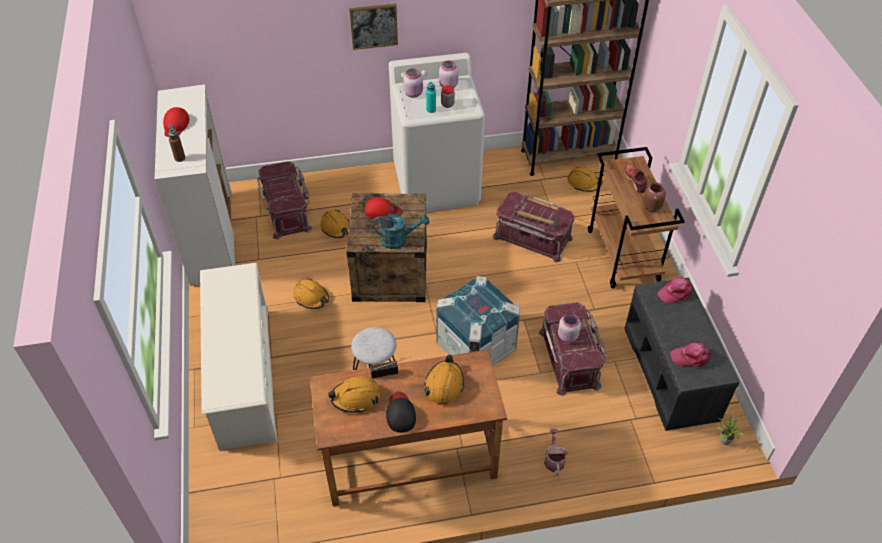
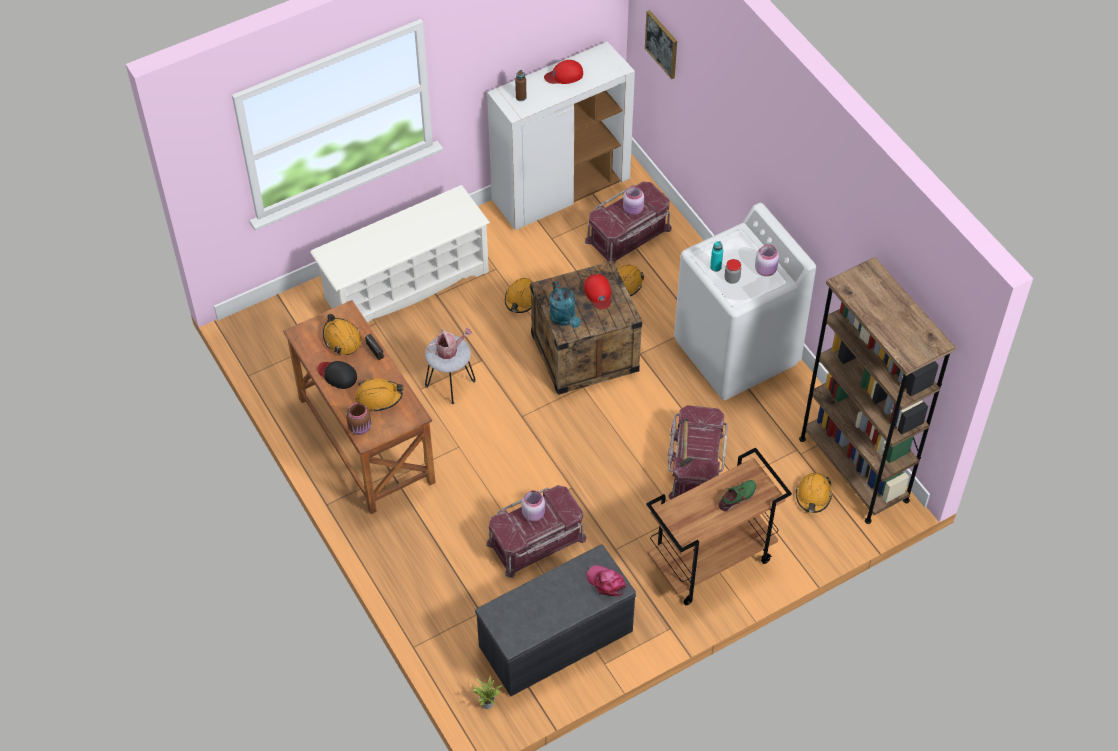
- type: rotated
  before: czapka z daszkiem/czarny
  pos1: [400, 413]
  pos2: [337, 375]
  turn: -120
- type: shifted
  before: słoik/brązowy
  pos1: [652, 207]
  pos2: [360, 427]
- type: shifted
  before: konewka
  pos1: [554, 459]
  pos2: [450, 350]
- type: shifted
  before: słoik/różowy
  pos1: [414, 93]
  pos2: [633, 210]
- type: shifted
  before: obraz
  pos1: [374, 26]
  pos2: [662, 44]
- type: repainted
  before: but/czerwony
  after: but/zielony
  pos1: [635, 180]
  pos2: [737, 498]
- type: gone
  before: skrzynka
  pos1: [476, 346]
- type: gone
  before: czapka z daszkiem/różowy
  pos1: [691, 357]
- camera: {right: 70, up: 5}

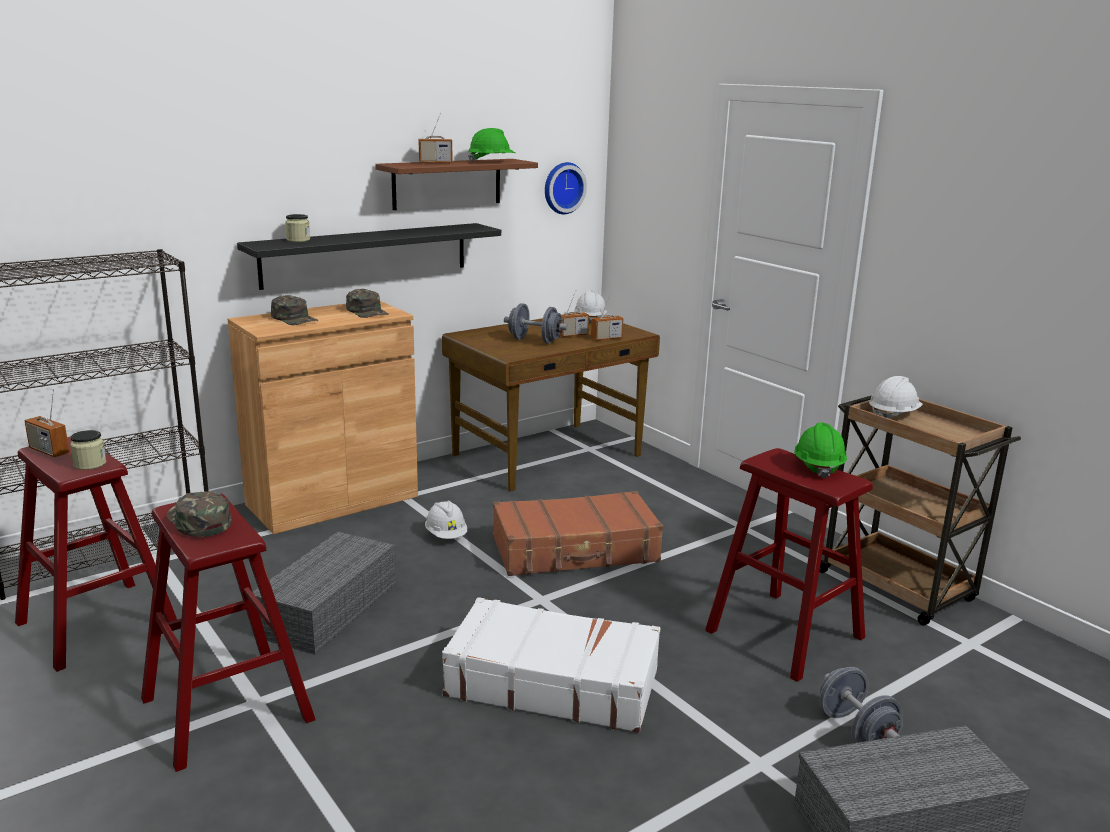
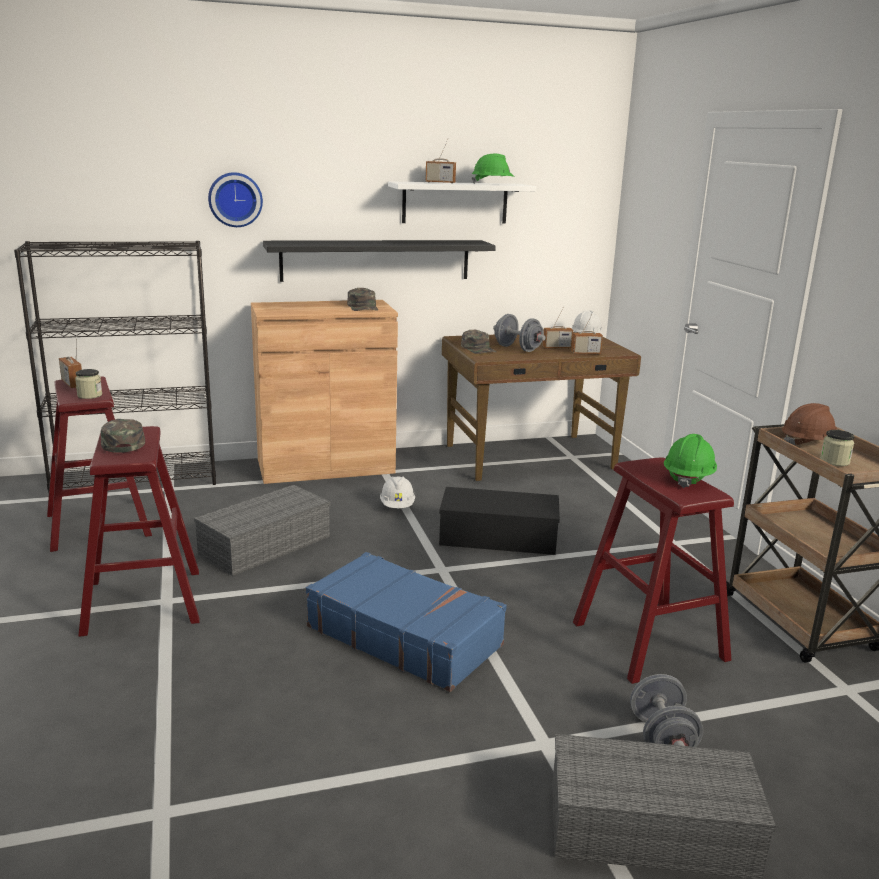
- type: shifted
  before: zegar ścienny
  pos1: [562, 188]
  pos2: [235, 199]
- type: repainted
  before: walizka/biały
  after: walizka/niebieski
  pos1: [552, 682]
  pos2: [404, 635]
- type: repainted
  before: półka/brązowy
  after: półka/biały
  pos1: [447, 183]
  pos2: [455, 203]
- type: swapped
  before: walizka/brązowy
  after: pojemnik do przechowywania/czarny
  pos1: [576, 550]
  pos2: [500, 536]
- type: shifted
  before: czapka z daszkiem/zielony
  pos1: [294, 318]
  pos2: [478, 349]
- type: repainted
  before: kask/biały
  after: kask/brązowy
  pos1: [893, 415]
  pos2: [808, 443]
- type: shifted
  before: słoik
  pos1: [298, 240]
  pos2: [834, 461]
- camera: {right: 20, up: 0}

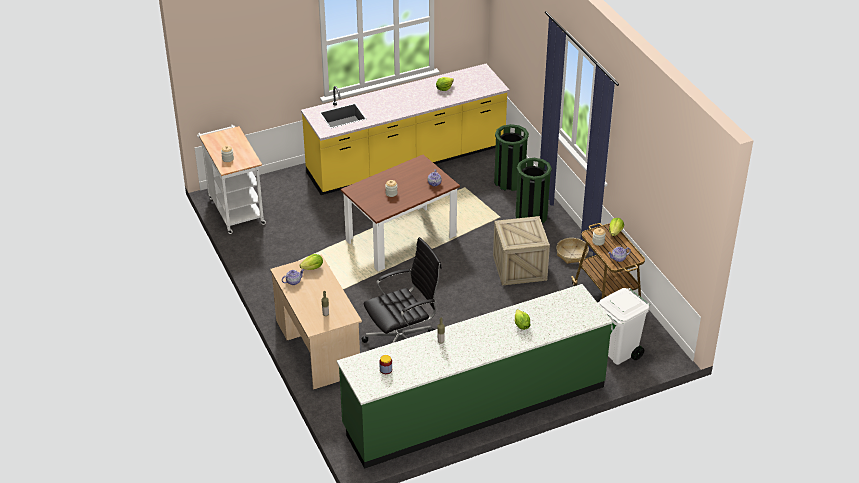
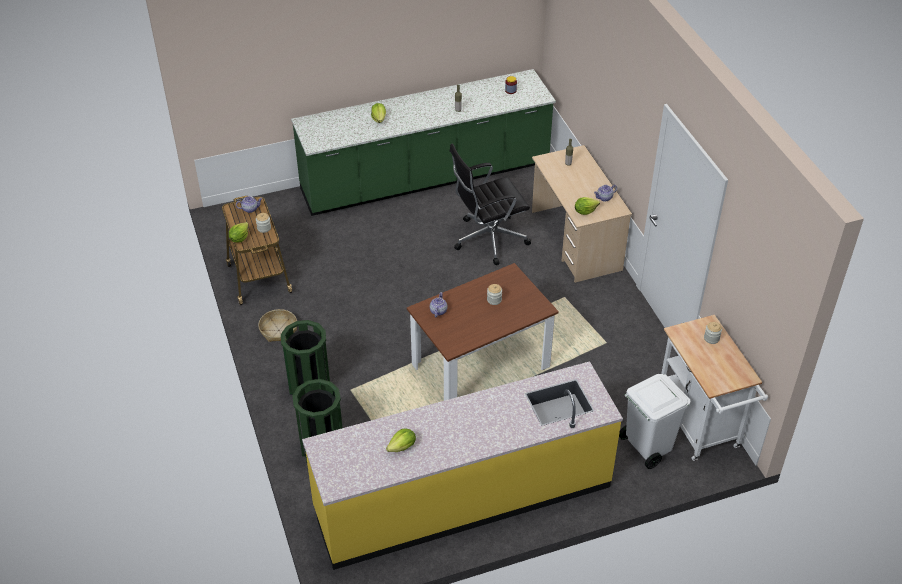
- type: shifted
  before: kosz na śmieci/biały
  pos1: [618, 352]
  pos2: [647, 446]
- type: gone
  before: skrzynka
  pos1: [519, 268]
- camera: {right: -175, up: 5}

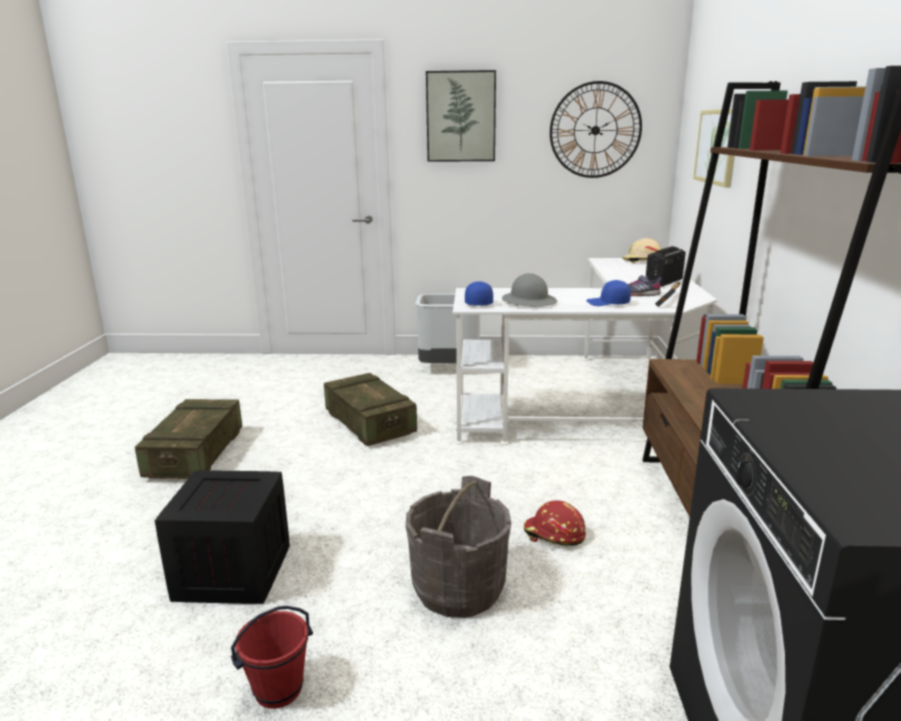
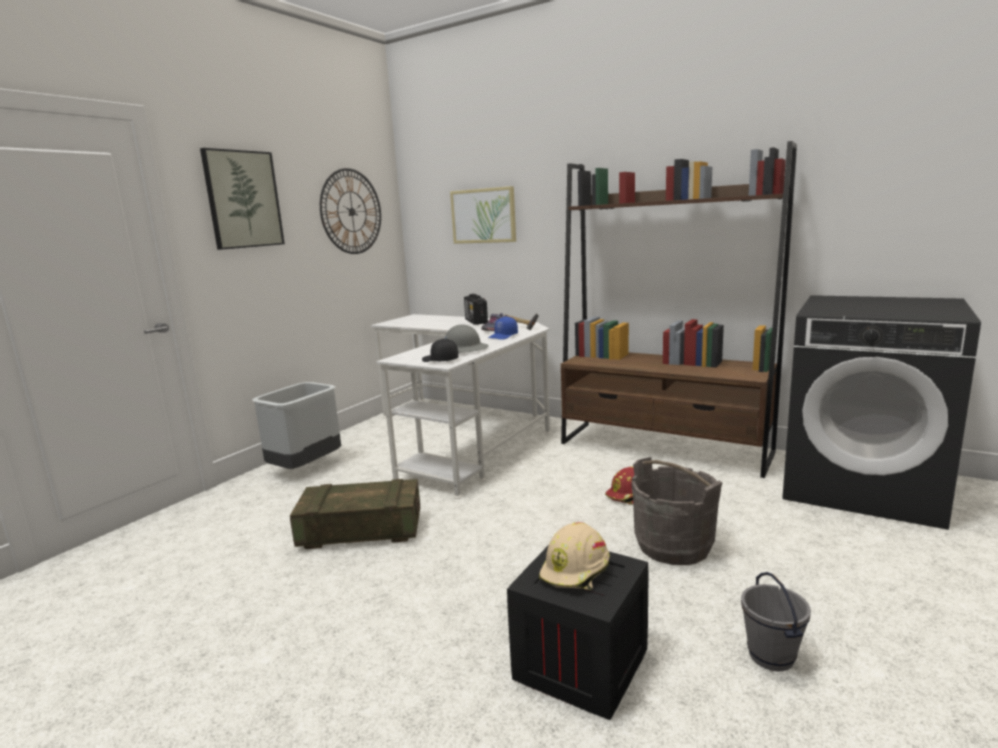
- type: repainted
  before: czapka z daszkiem/niebieski
  after: czapka z daszkiem/czarny
  pos1: [478, 303]
  pos2: [439, 360]
- type: shifted
  before: kask/beżowy
  pos1: [642, 261]
  pos2: [576, 571]
- type: repainted
  before: wiadro/czerwony
  after: wiadro/szary
  pos1: [279, 690]
  pos2: [772, 656]
- type: gone
  before: skrzynka
  pos1: [195, 455]
- camera: {right: -60, up: -5}

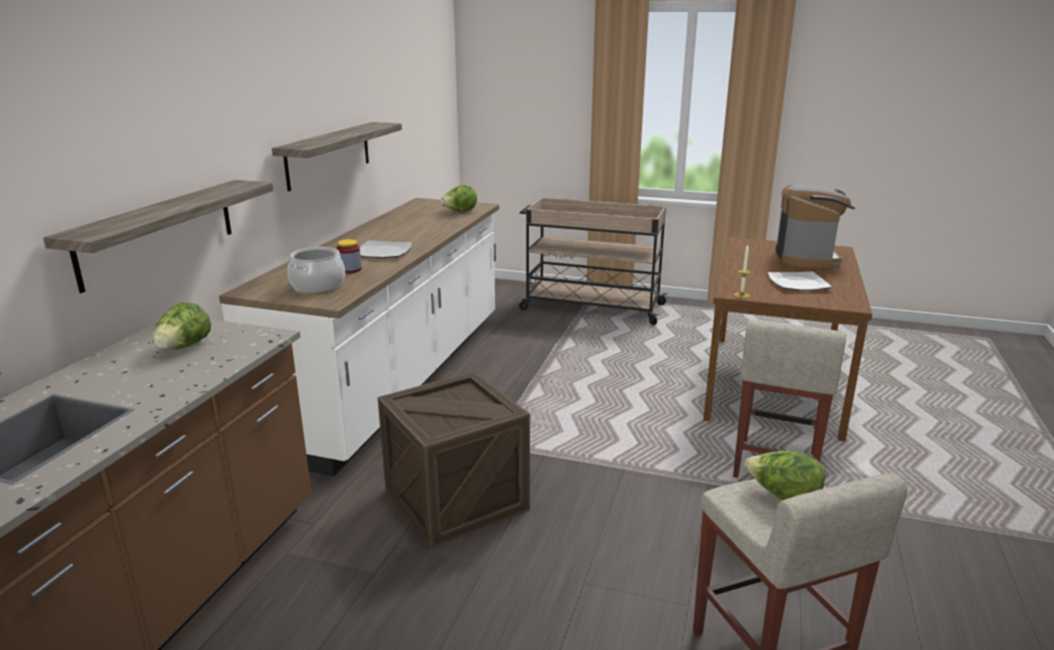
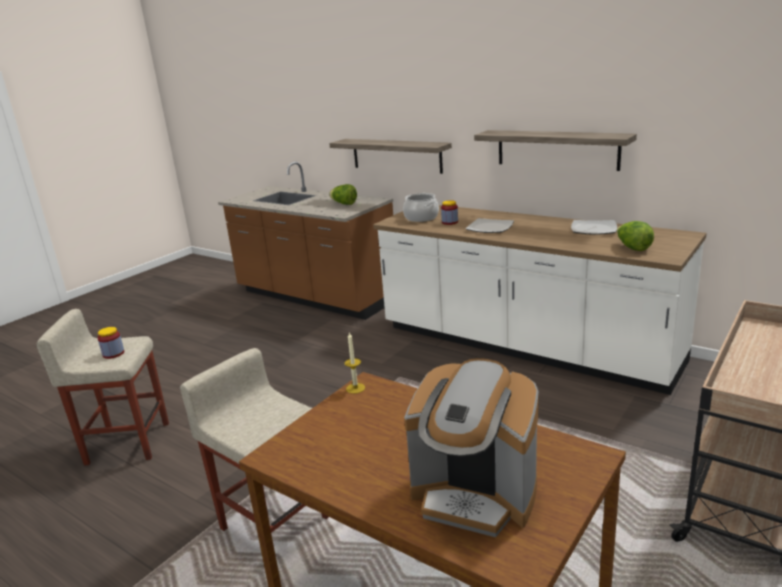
- type: swapped
  before: sałata
  after: słoik
  pos1: [783, 497]
  pos2: [113, 354]
- type: shifted
  before: talerz
  pos1: [797, 283]
  pos2: [594, 229]
- type: gone
  before: skrzynka
  pos1: [456, 499]
- camera: {right: 110, up: 0}

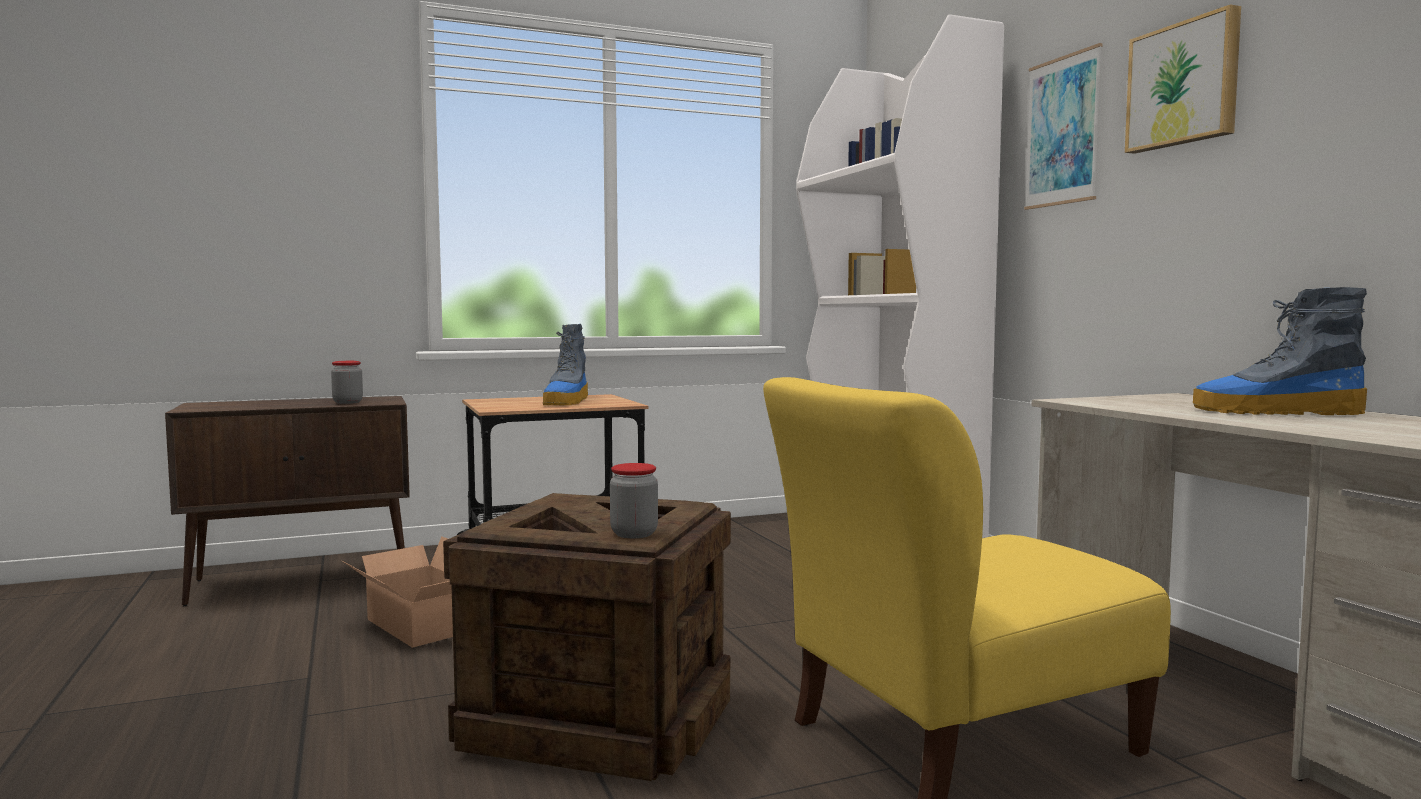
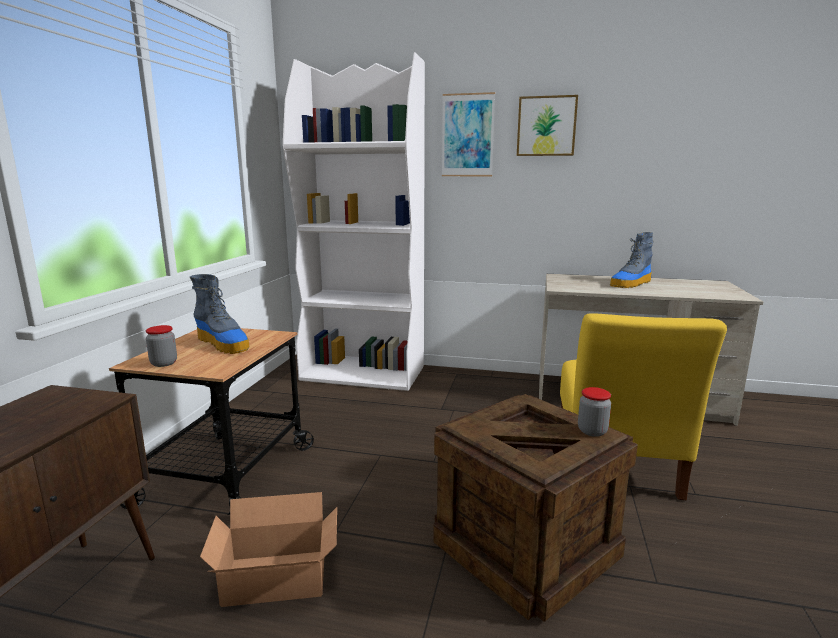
- type: shifted
  before: słoik
  pos1: [347, 402]
  pos2: [164, 363]
- camera: {right: -55, up: 10}

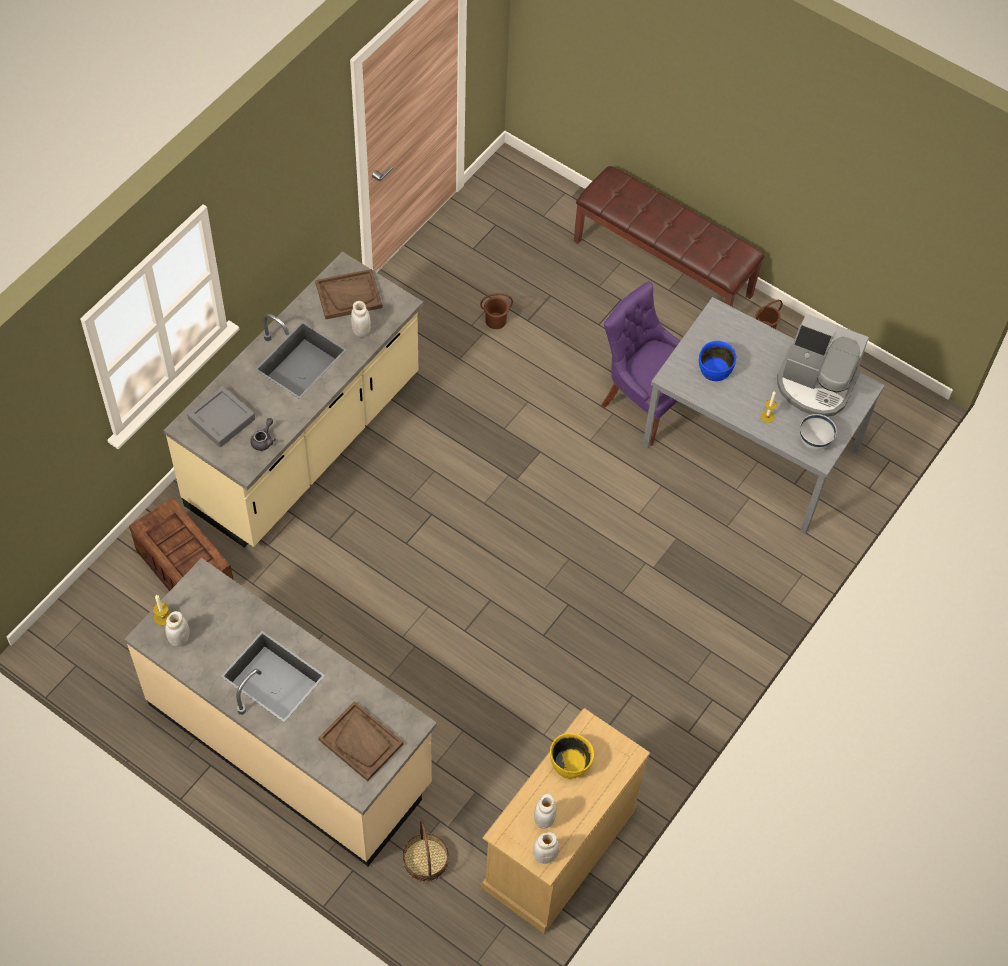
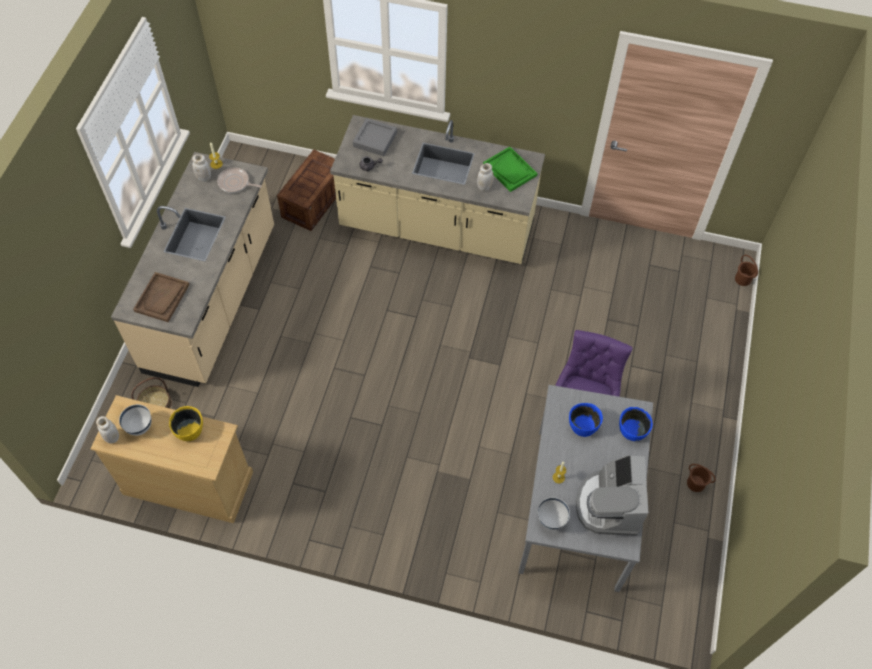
- type: swapped
  before: słoik/biały
  after: miska/biały
  pos1: [544, 819]
  pos2: [140, 427]
- type: new
  after: patelnia
  pos2: [235, 183]
- type: repainted
  before: taca/brązowy
  after: taca/zielony
  pos1: [349, 295]
  pos2: [510, 170]
- type: new
  after: miska/niebieski
  pos2: [632, 430]
- type: shifted
  before: wiadro/brązowy
  pos1: [495, 320]
  pos2: [743, 279]
- type: gone
  before: ławka/brązowy
  pos1: [663, 267]
- camera: {right: 70, up: 0}

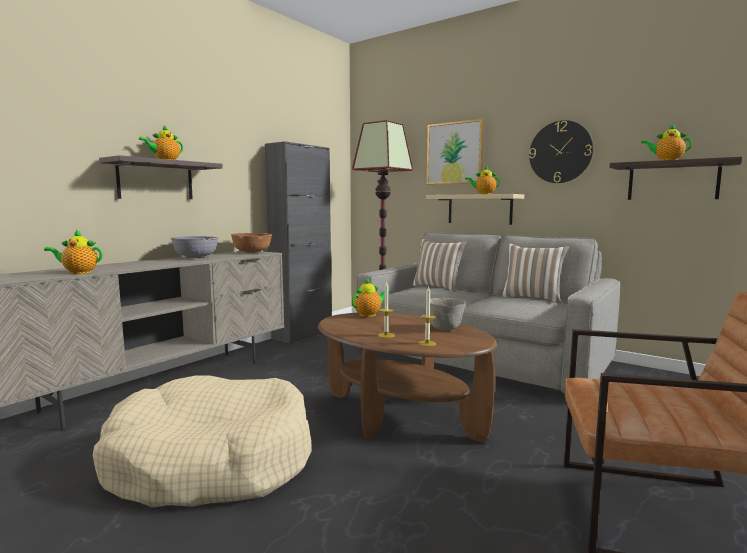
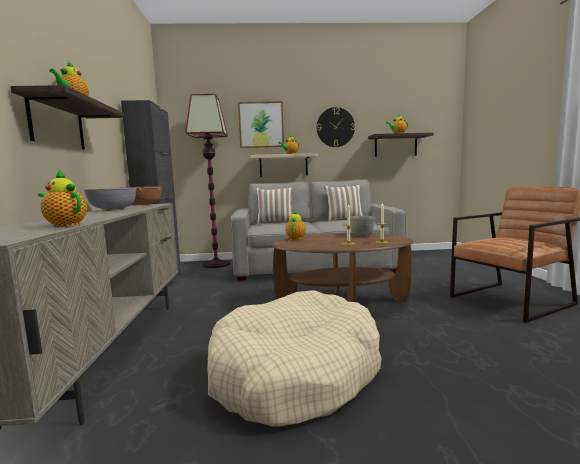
- type: rotated
  before: imbryk
  pos1: [78, 272]
  pos2: [65, 225]
  turn: 75
- camera: {right: -40, up: 0}

